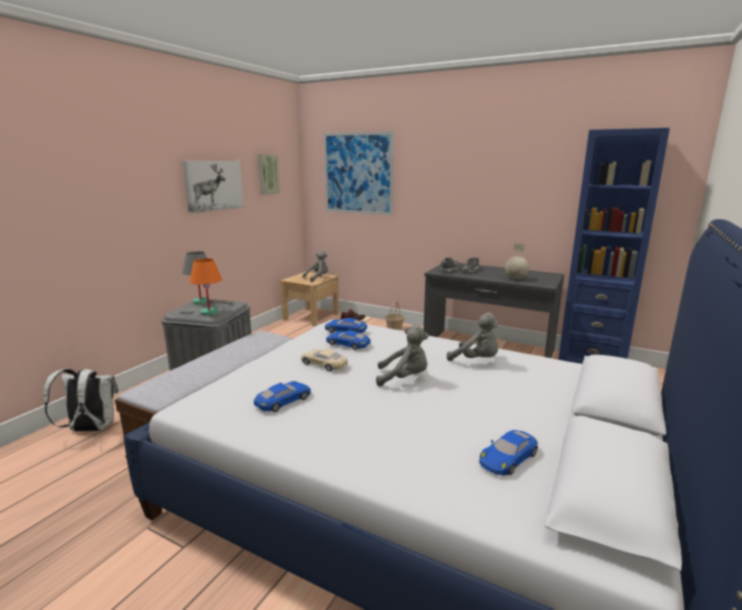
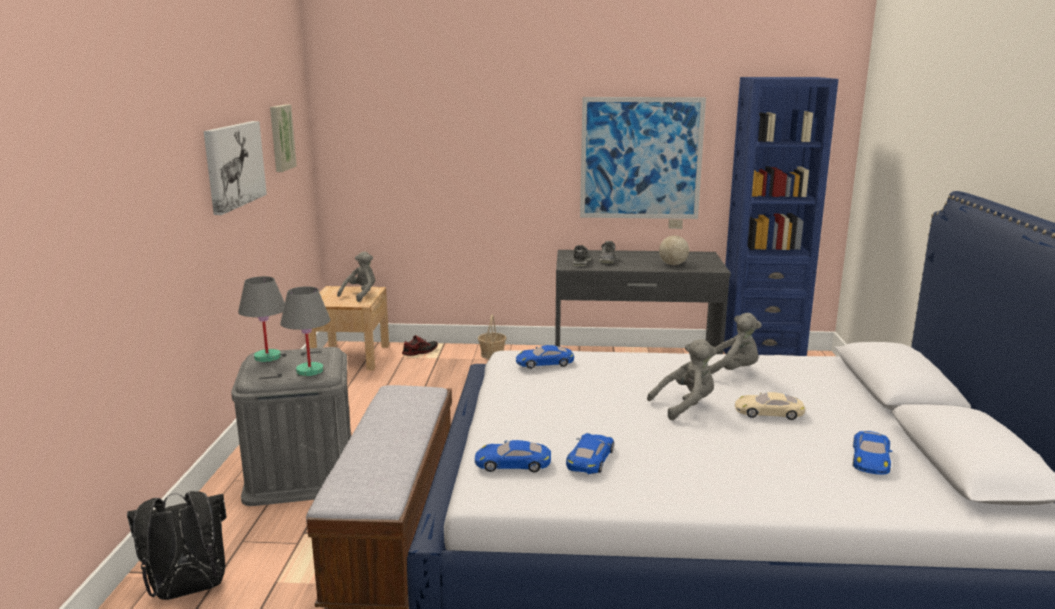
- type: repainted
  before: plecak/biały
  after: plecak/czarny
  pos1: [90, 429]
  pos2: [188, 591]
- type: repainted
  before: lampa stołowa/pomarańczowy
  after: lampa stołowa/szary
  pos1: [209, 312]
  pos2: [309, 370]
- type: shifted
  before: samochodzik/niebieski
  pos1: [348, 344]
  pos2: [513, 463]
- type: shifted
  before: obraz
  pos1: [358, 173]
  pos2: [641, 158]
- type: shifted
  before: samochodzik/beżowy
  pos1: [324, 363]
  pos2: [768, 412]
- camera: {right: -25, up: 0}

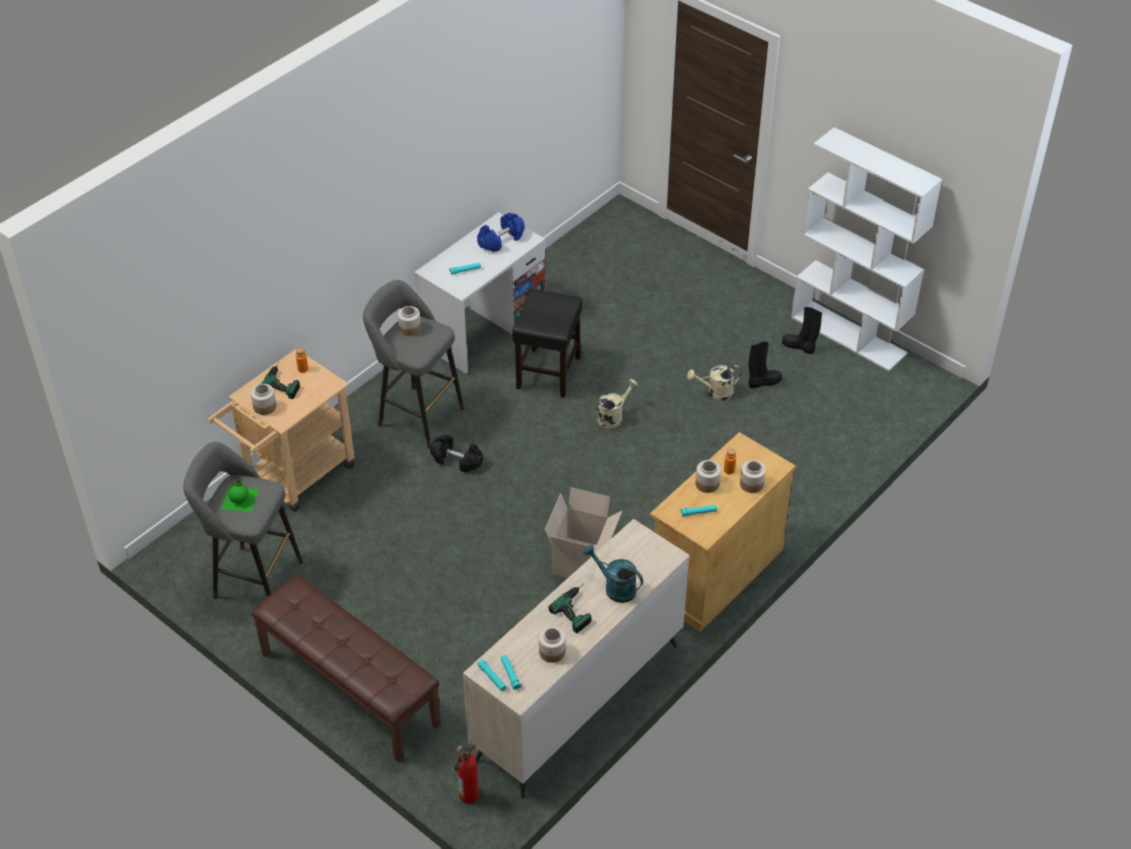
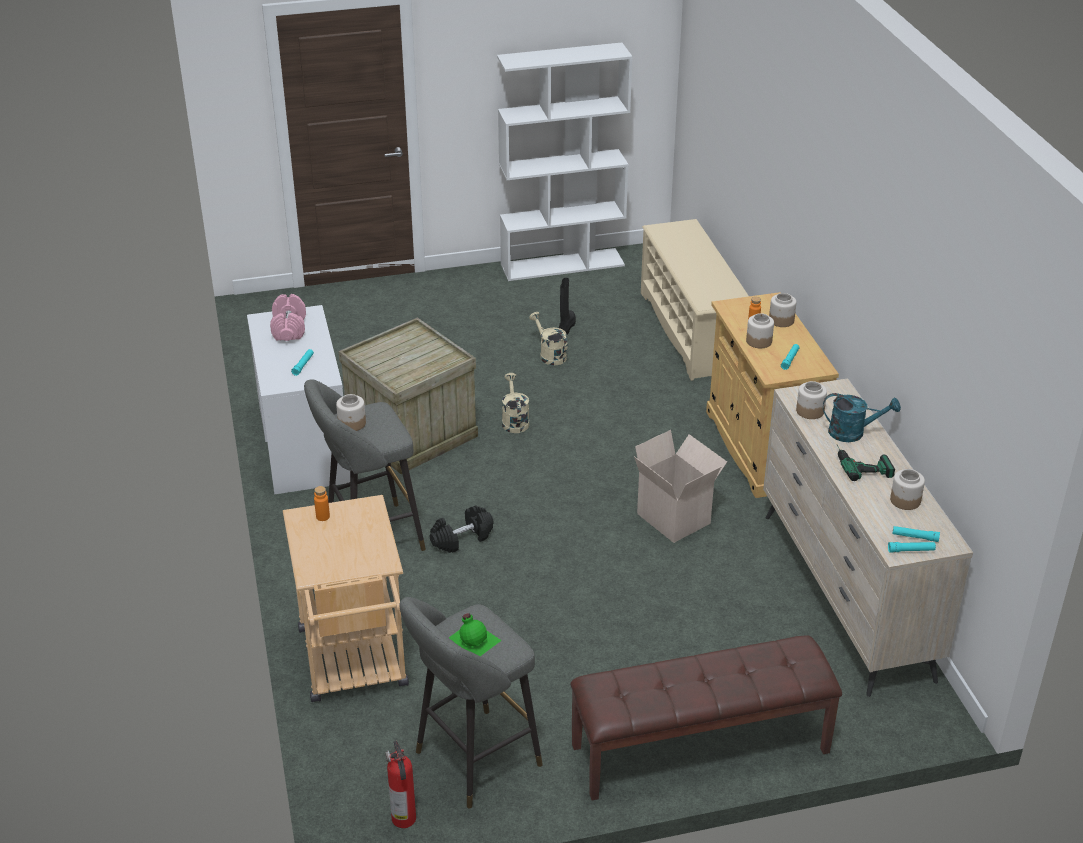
- type: repainted
  before: hantel/niebieski
  after: hantel/różowy
  pos1: [501, 240]
  pos2: [289, 328]
- type: swapped
  before: stołek/czarny
  after: skrzynka
  pos1: [548, 373]
  pos2: [413, 433]
- type: shifted
  before: gaśnica
  pos1: [468, 796]
  pos2: [404, 820]
- type: rotated
  before: konewka/beżowy
  pos1: [715, 392]
  pos2: [549, 355]
  turn: 120
- type: new
  after: regał na buty/beżowy
  pos2: [691, 331]
- type: shifted
  before: słoik
  pos1: [264, 406]
  pos2: [809, 411]
- type: rotated
  before: konewka/turkusowy
  pos1: [615, 587]
  pos2: [853, 433]
  turn: -150
- type: gone
  before: wiertarka
  pos1: [284, 381]
- type: gone
  before: but z cholewką/czarny
  pos1: [799, 346]
- camera: {right: -55, up: -10}

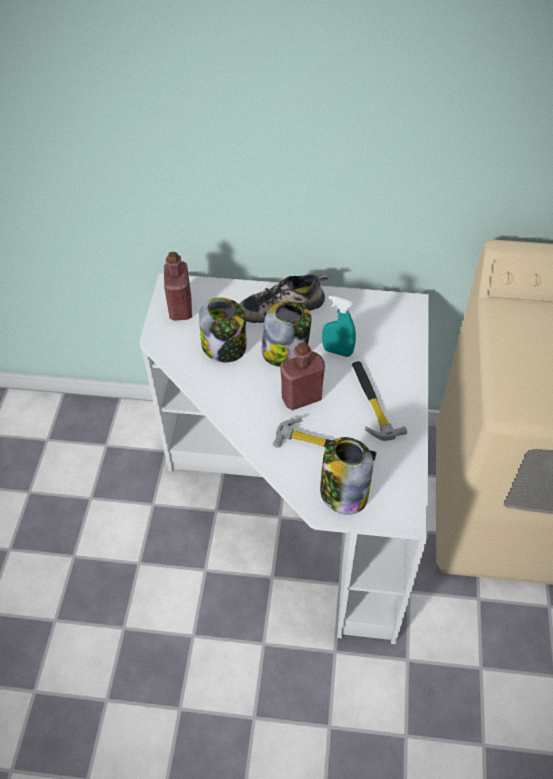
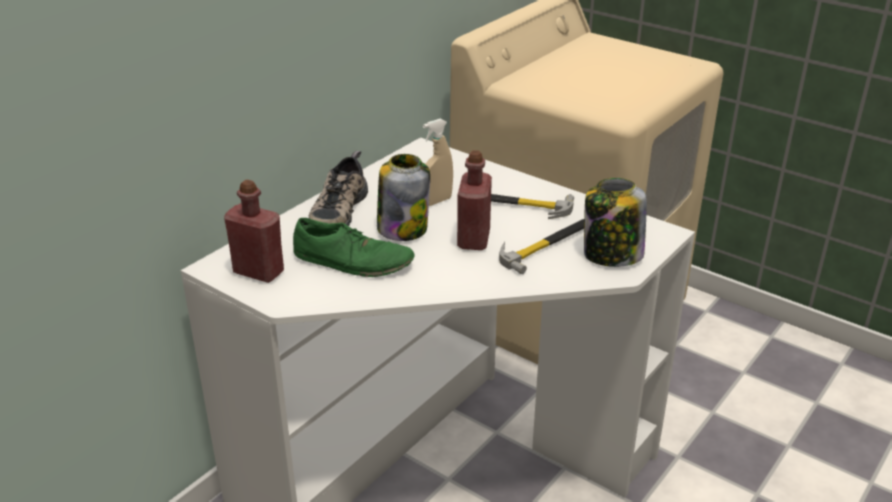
- type: swapped
  before: słoik
  after: but/zielony
  pos1: [225, 347]
  pos2: [353, 261]
- type: repainted
  before: spryskiwacz/turkusowy
  after: spryskiwacz/beżowy
  pos1: [337, 351]
  pos2: [436, 201]
- camera: {right: -60, up: -20}

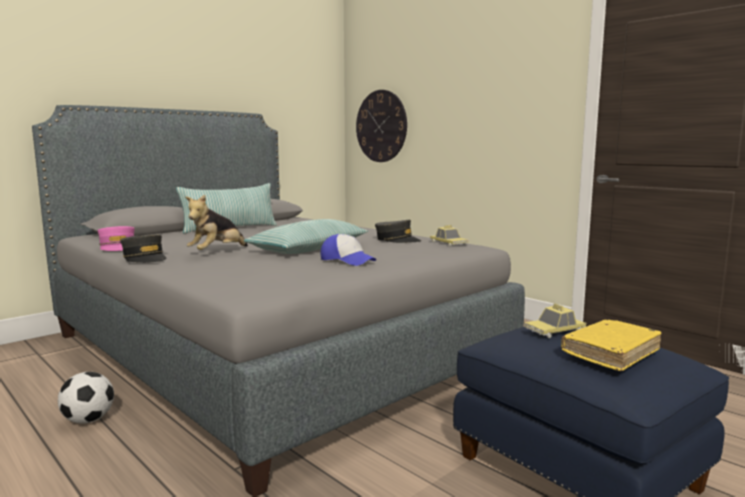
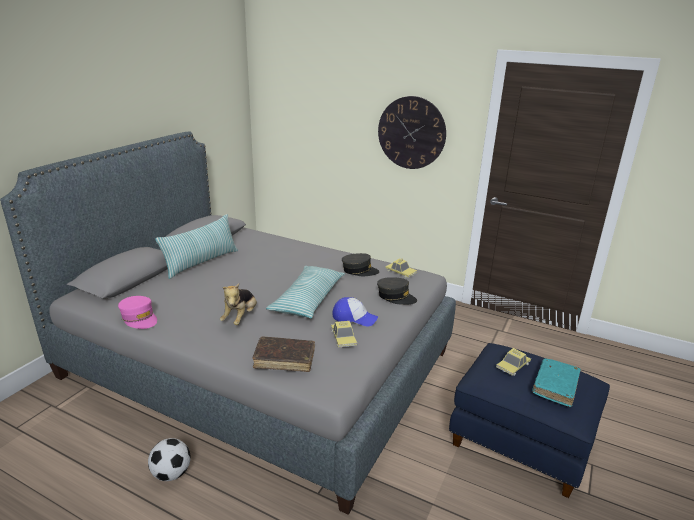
- type: new
  after: książka/brązowy
  pos2: [284, 359]
- type: new
  after: samochodzik
  pos2: [343, 338]
- type: shifted
  before: czapka z daszkiem/szary
  pos1: [145, 258]
  pos2: [396, 297]
- type: shifted
  before: zegar ścienny
  pos1: [381, 126]
  pos2: [411, 133]
- type: repainted
  before: książka/żółty
  after: książka/turkusowy
  pos1: [611, 353]
  pos2: [555, 386]
- camera: {right: -20, up: 15}

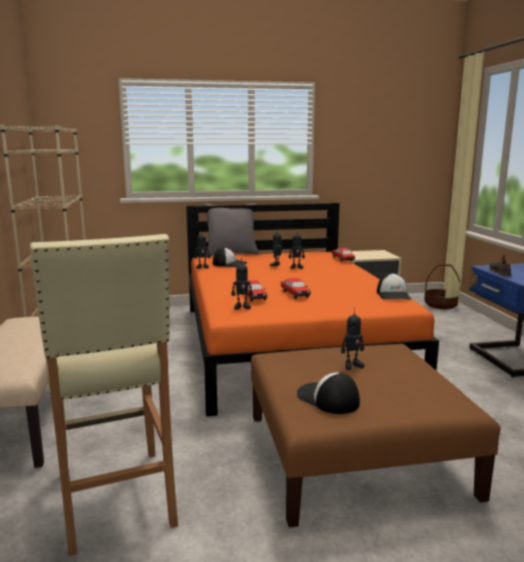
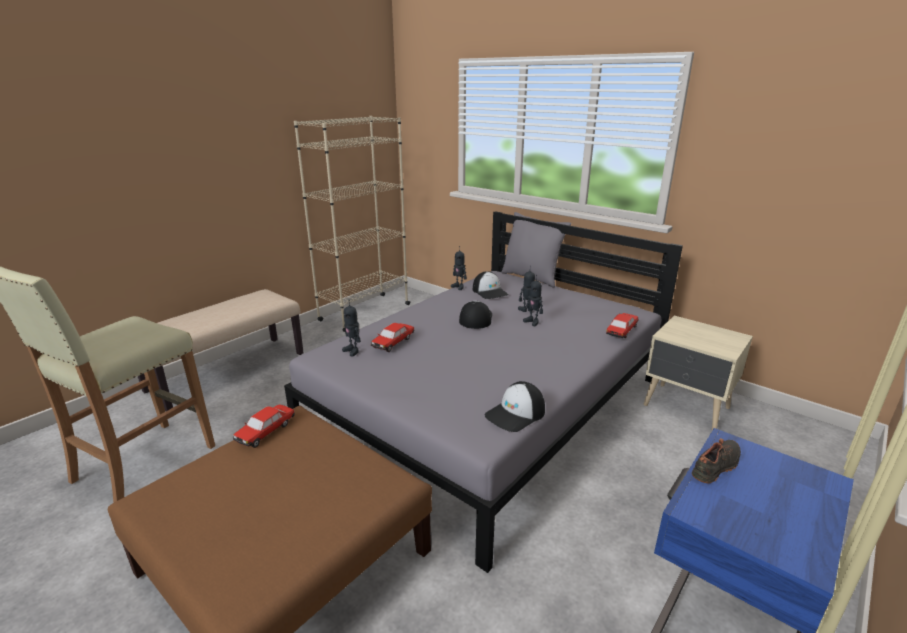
- type: shifted
  before: samochodzik
  pos1: [295, 294]
  pos2: [266, 431]
- type: repainted
  before: łóżko/pomarańczowy
  after: łóżko/szary
  pos1: [287, 344]
  pos2: [490, 408]
- type: shifted
  before: czapka z daszkiem
  pos1: [327, 399]
  pos2: [475, 318]
- type: gone
  before: robot zabawkowy
  pos1: [352, 365]
- type: gone
  before: koszyk
  pos1: [441, 305]
- camera: {right: 50, up: 10}

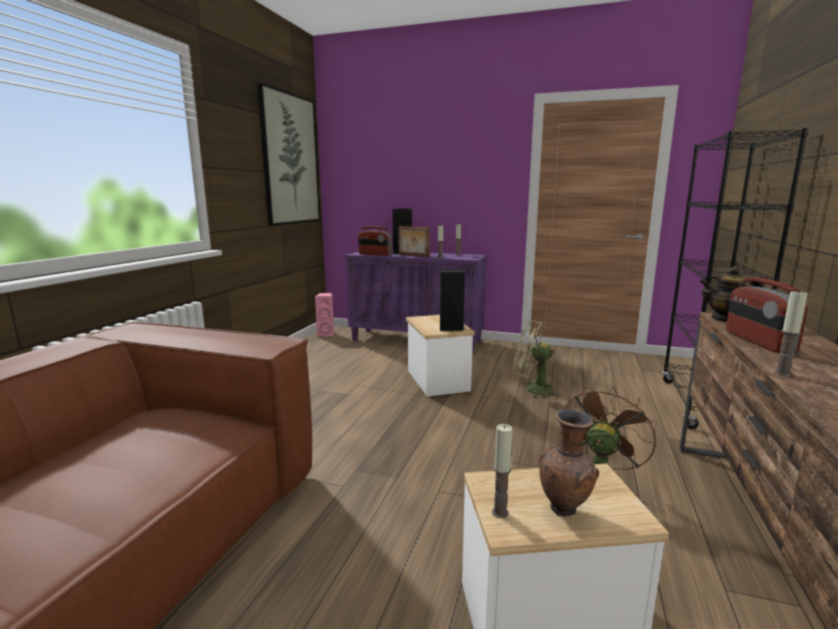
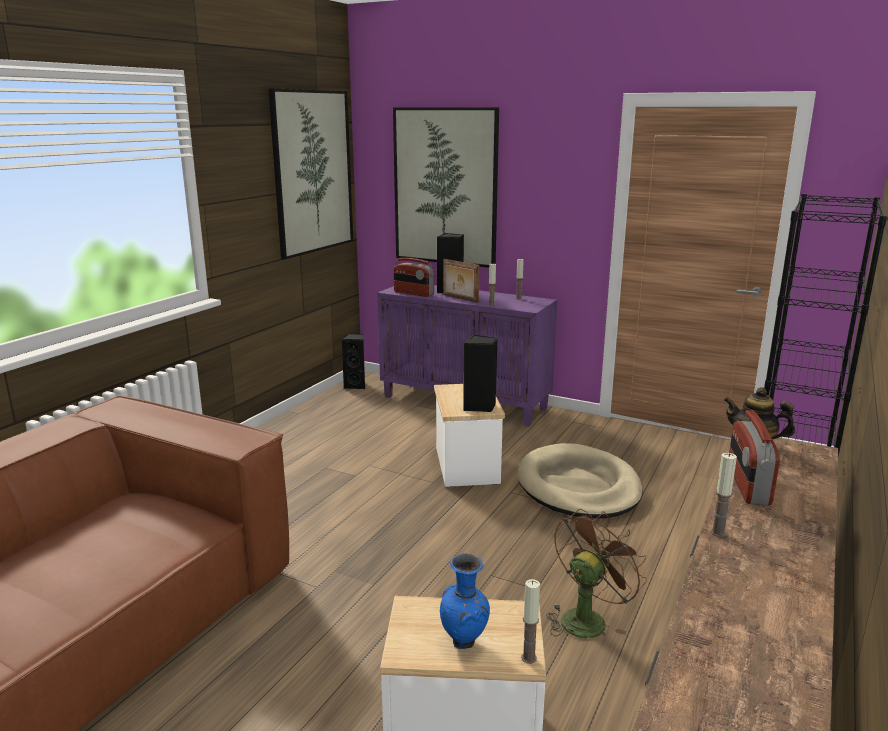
- type: repainted
  before: głośnik/różowy
  after: głośnik/czarny
  pos1: [326, 334]
  pos2: [356, 385]
- type: new
  after: obraz
  pos2: [445, 187]
- type: repainted
  before: wazon/brązowy
  after: wazon/niebieski
  pos1: [565, 510]
  pos2: [465, 643]
- type: swapped
  before: wentylator/zielony
  after: legowisko/beżowy
  pos1: [532, 389]
  pos2: [578, 487]
- type: shifted
  before: świeca
  pos1: [500, 512]
  pos2: [529, 658]
- camera: {right: 10, up: 5}

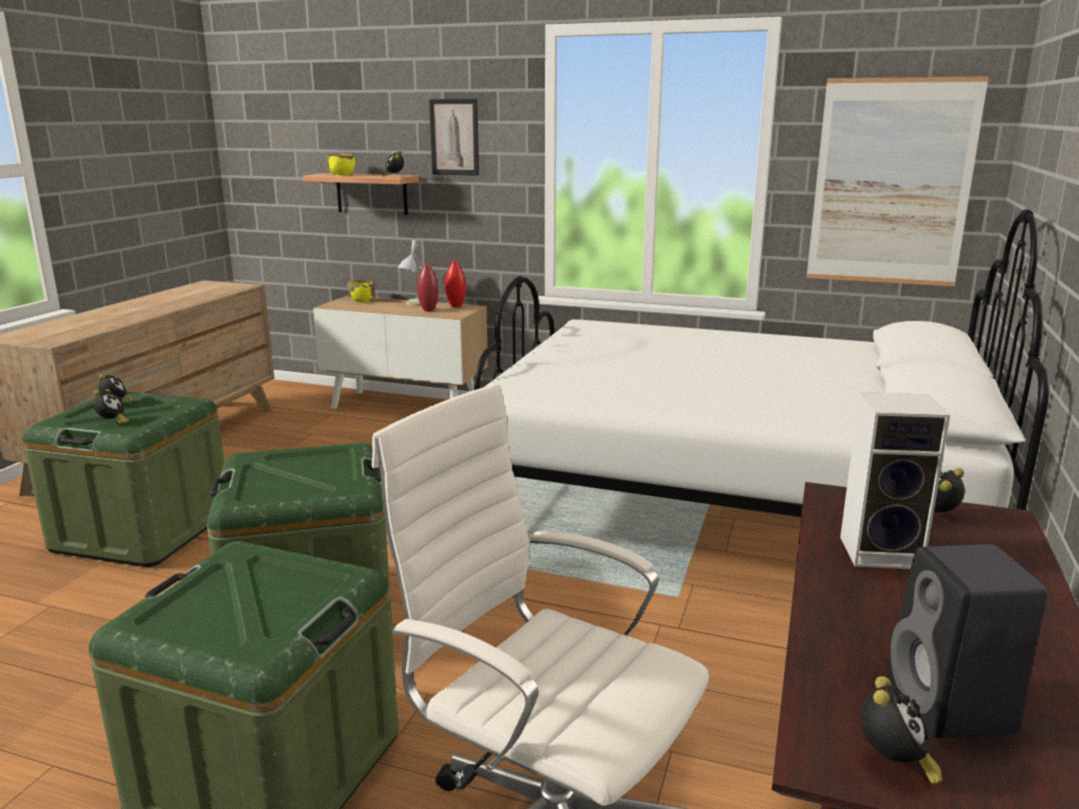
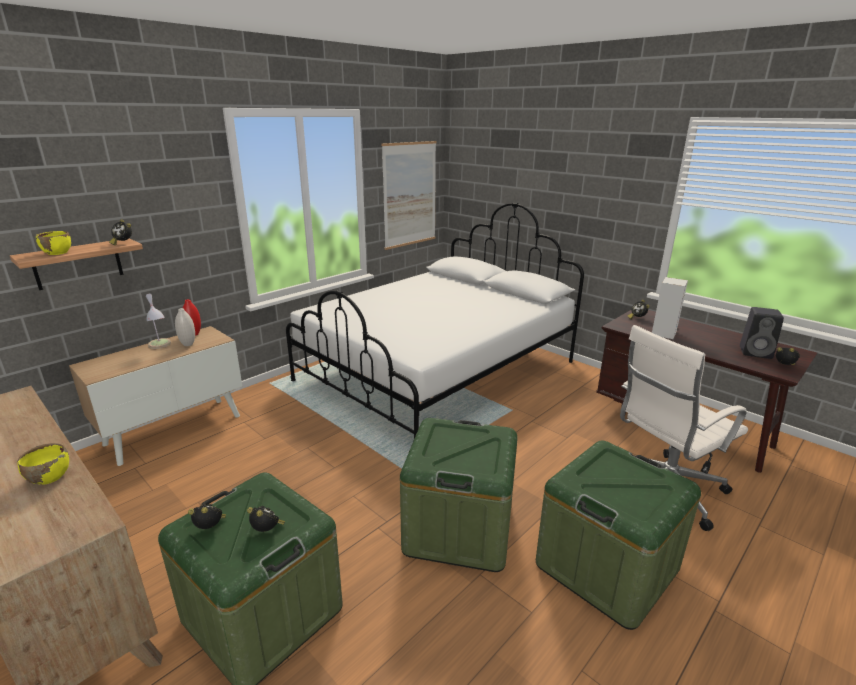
- type: shifted
  before: miska/żółty
  pos1: [362, 300]
  pos2: [49, 477]
- type: repainted
  before: wazon/czerwony
  after: wazon/biały
  pos1: [428, 310]
  pos2: [188, 344]
- type: gone
  before: obraz
  pos1: [454, 137]
- camera: {right: -65, up: 5}

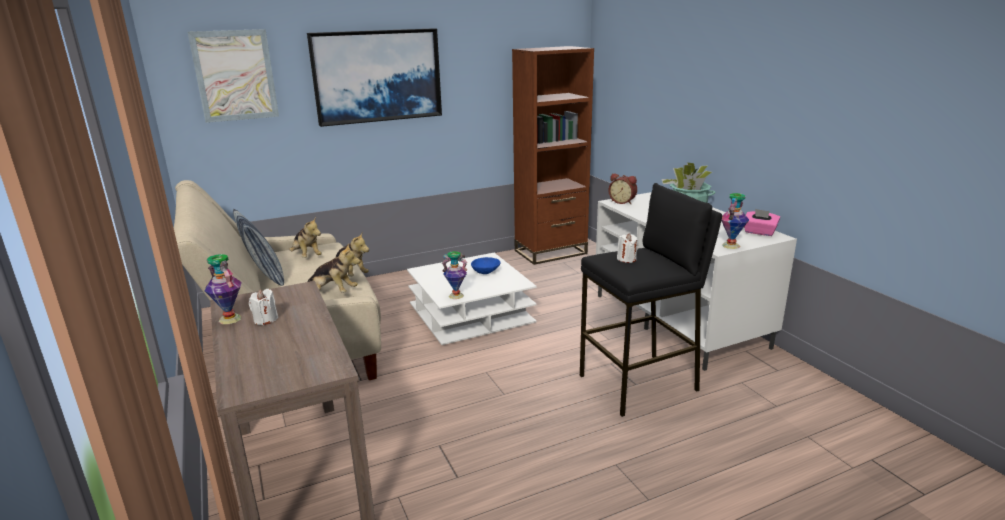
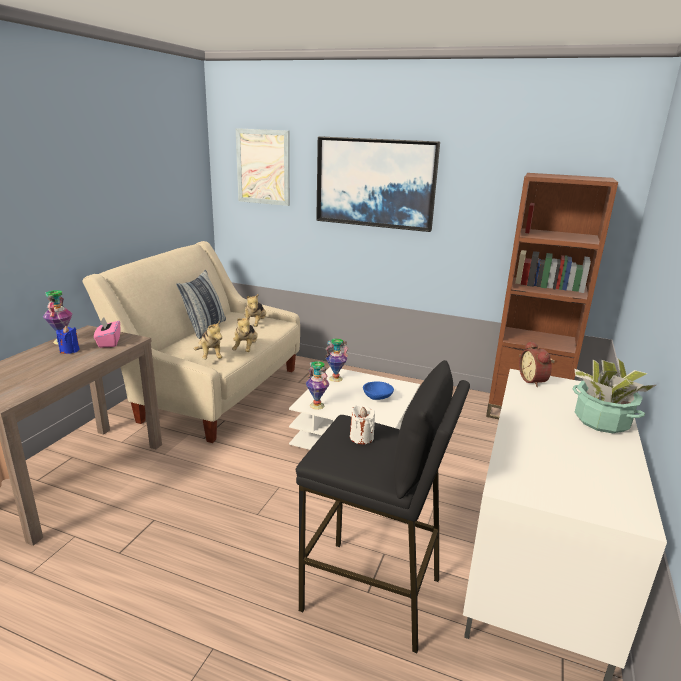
- type: repainted
  before: świeca/biały
  after: świeca/niebieski
  pos1: [265, 320]
  pos2: [69, 350]
- type: shifted
  before: pudełko chusteczek/różowy
  pos1: [759, 232]
  pos2: [109, 342]
- type: shifted
  before: wazon
  pos1: [731, 245]
  pos2: [335, 379]
- camera: {right: 45, up: 0}

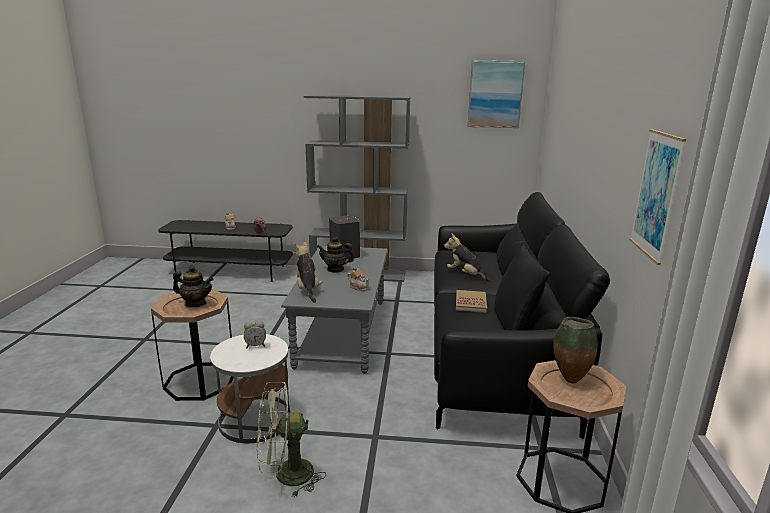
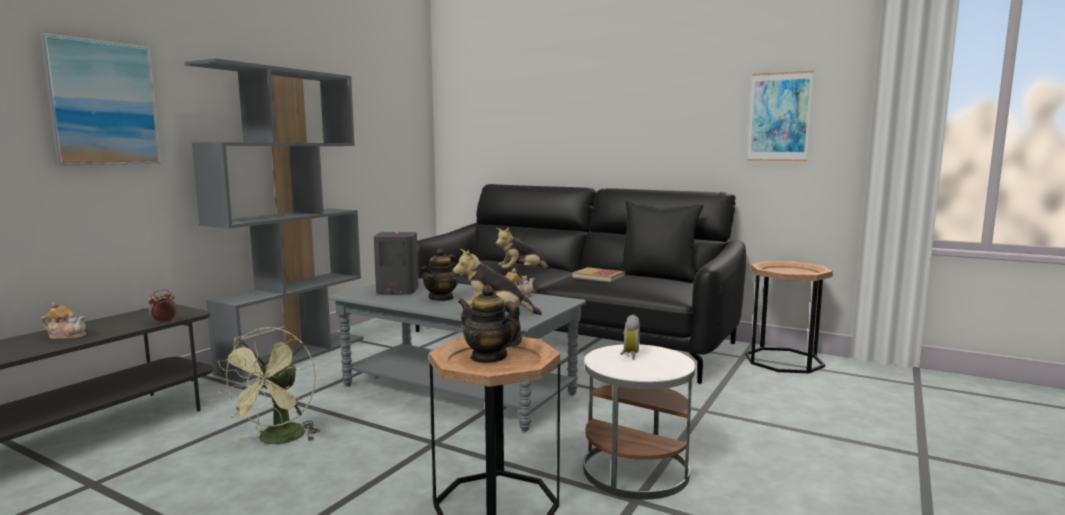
- type: shifted
  before: obraz
  pos1: [495, 94]
  pos2: [102, 103]
- type: shifted
  before: wentylator/zielony
  pos1: [285, 476]
  pos2: [278, 440]
- type: rotated
  before: imbryk
  pos1: [195, 304]
  pos2: [488, 357]
  turn: -90
- type: gone
  before: wazon
  pos1: [569, 379]
- camera: {right: -65, up: -10}

